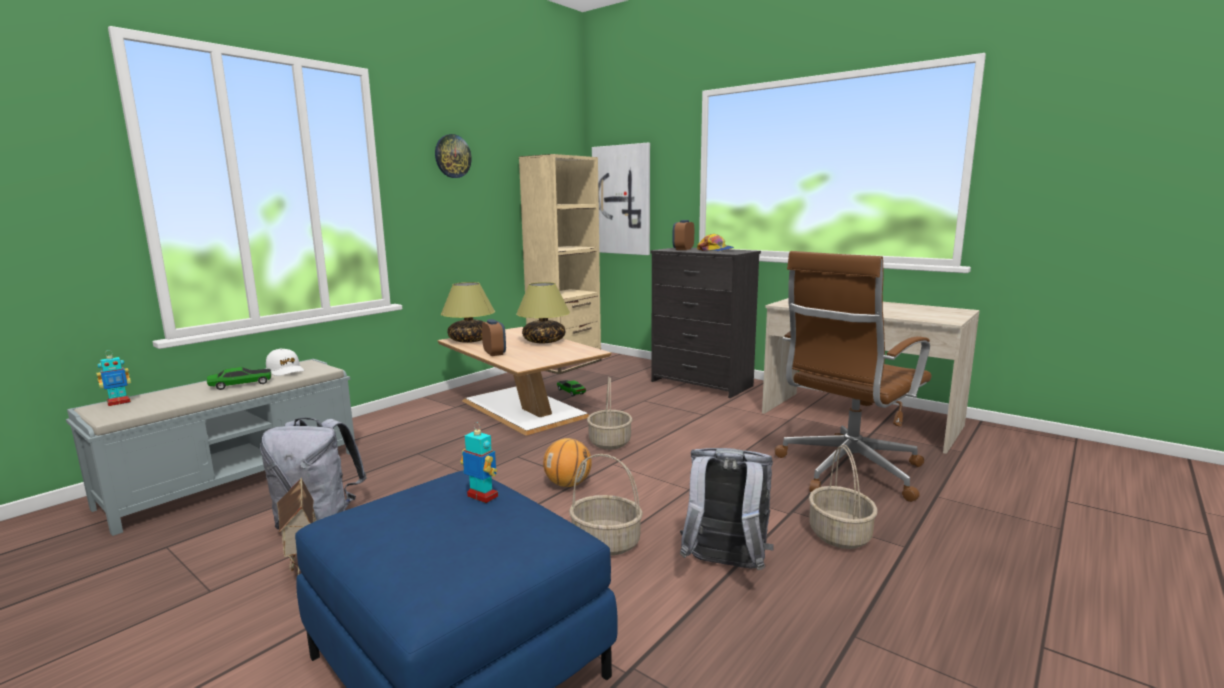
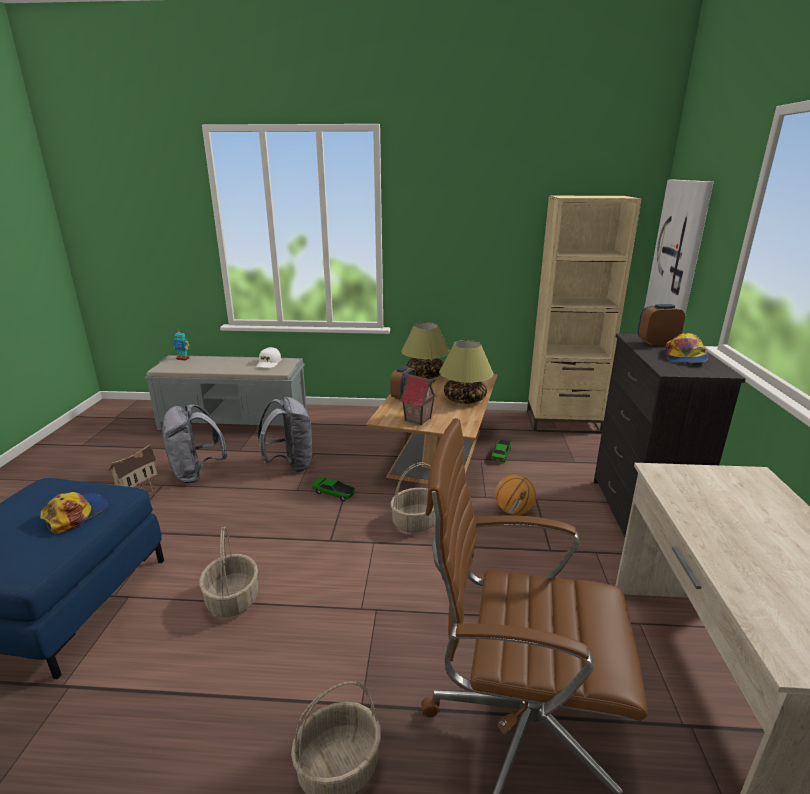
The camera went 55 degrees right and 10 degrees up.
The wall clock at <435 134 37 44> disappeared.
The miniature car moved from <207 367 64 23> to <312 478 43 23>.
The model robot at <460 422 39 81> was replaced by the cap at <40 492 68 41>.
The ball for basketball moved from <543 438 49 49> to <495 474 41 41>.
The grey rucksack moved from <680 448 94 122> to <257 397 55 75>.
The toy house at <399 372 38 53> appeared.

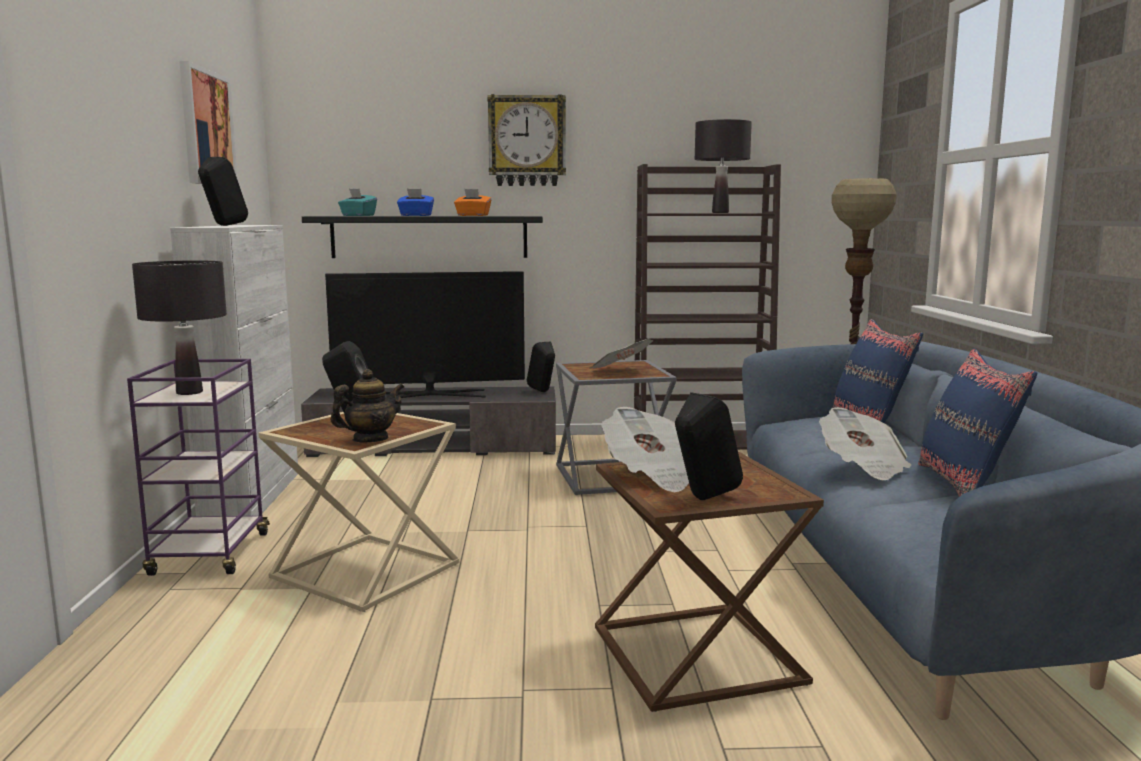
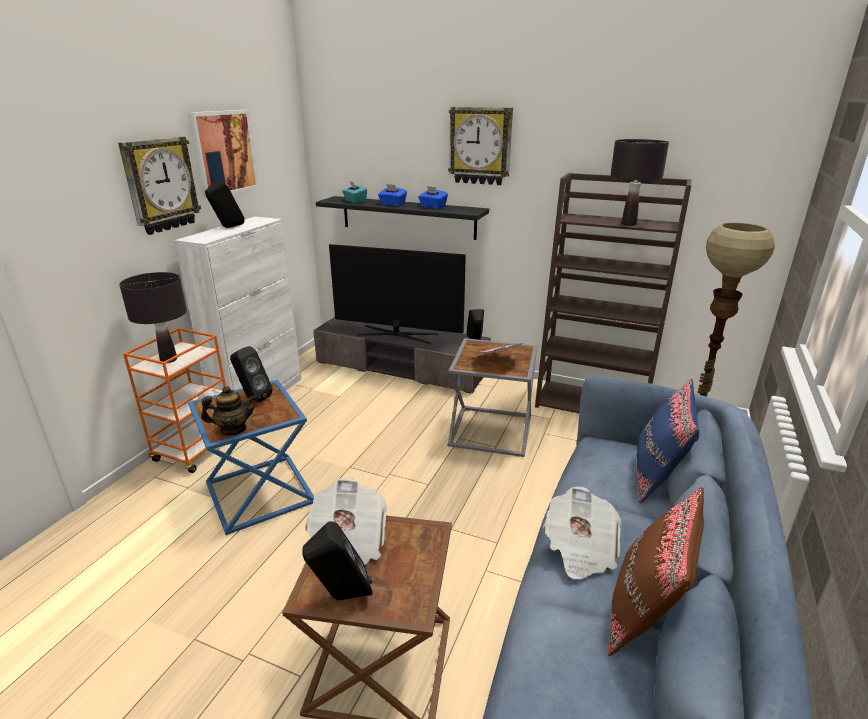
The camera went 25 degrees right and 15 degrees up.
The orange-coloured box of tissues at <454 189 37 27> became the blue-coloured box of tissues at <418 186 30 23>.
The blue-coloured pillow at <918 348 119 148> became the brown pillow at <608 487 96 169>.
The purple-coloured wheeled cart at <127 359 143 217> became the orange-coloured wheeled cart at <123 328 103 145>.
The beige accent table at <258 412 201 200> became the blue-coloured accent table at <188 380 126 155>.
The wall clock at <118 137 83 98> appeared.

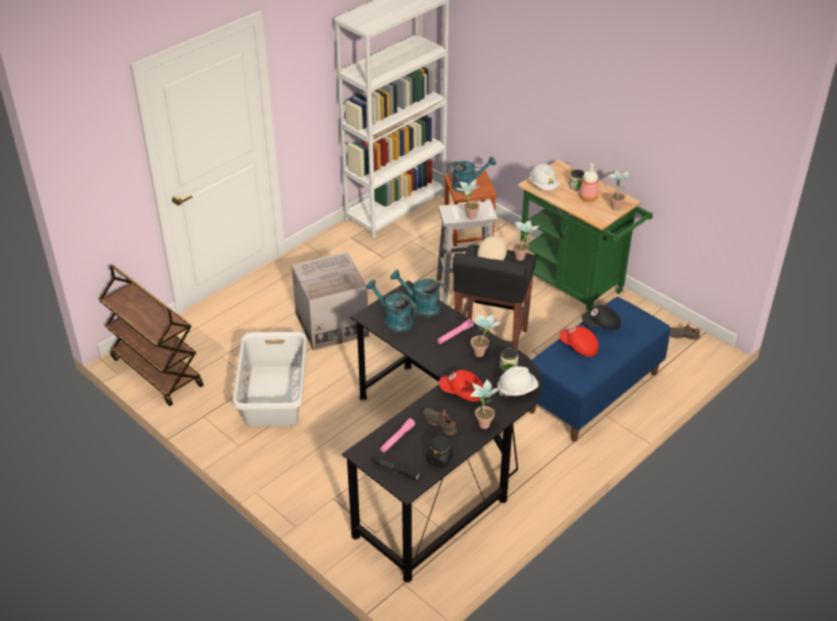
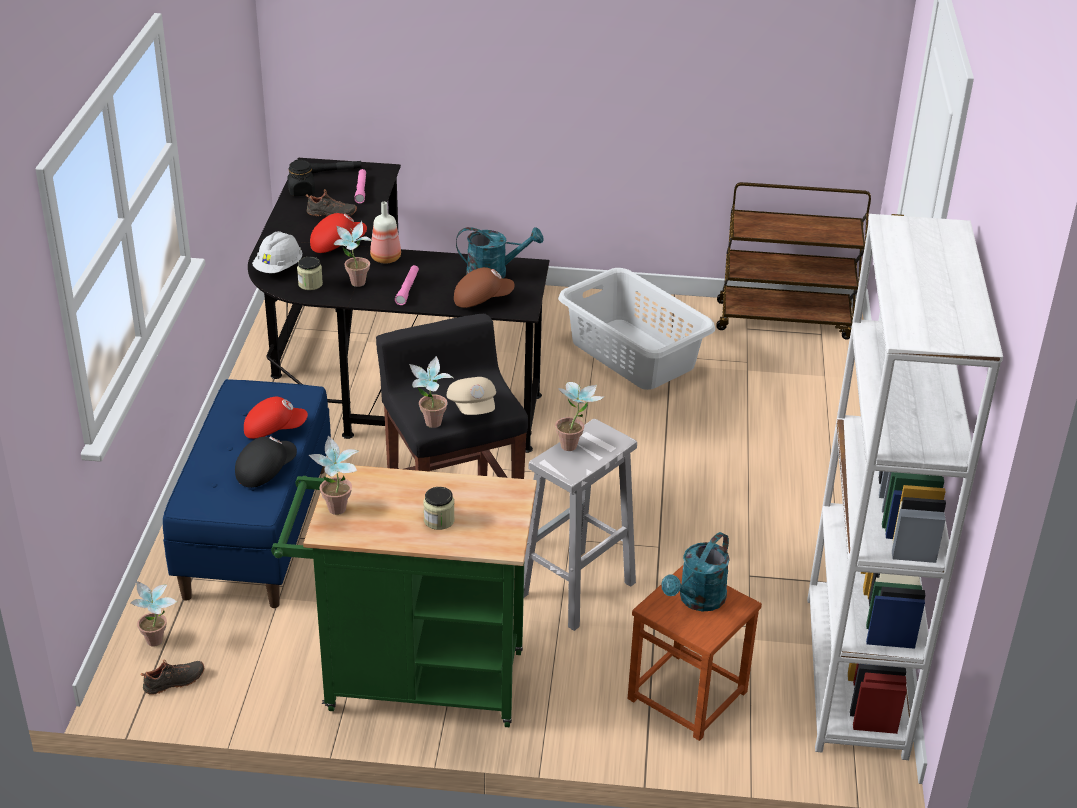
The camera went 140 degrees right and 5 degrees down.
The white-coloured work helmet at <529 163 30 27> disappeared.
The drink bottle moved from <579 163 20 39> to <370 202 31 62>.
The cardboard box at <291 251 78 100> disappeared.
The turquoise watering can at <390 270 57 48> was replaced by the brown cap at <454 267 61 41>.
The potted plant moved from <470 379 31 50> to <131 581 46 66>.

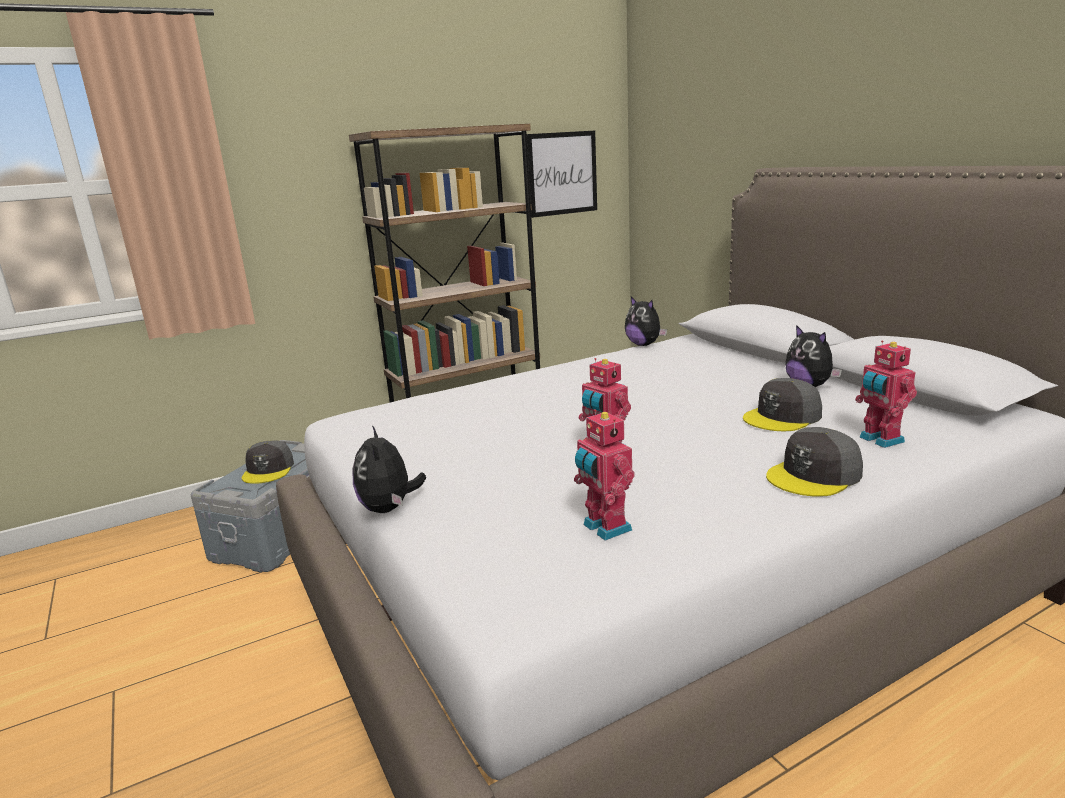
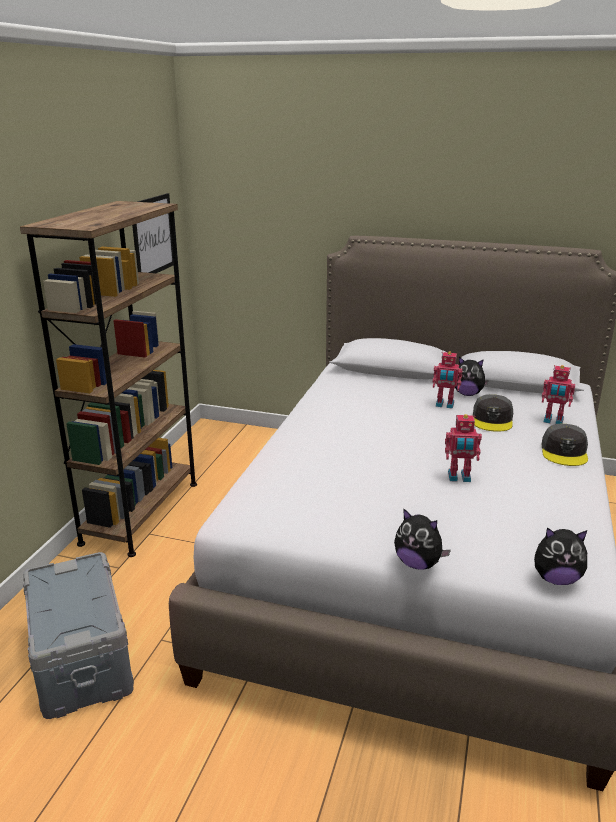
The camera went 45 degrees left and 5 degrees up.
The plush toy moved from <625 297 42 49> to <534 528 54 57>.
The model robot moved from <574 409 61 132> to <433 351 30 58>.
The grey cap at <242 441 52 43> disappeared.

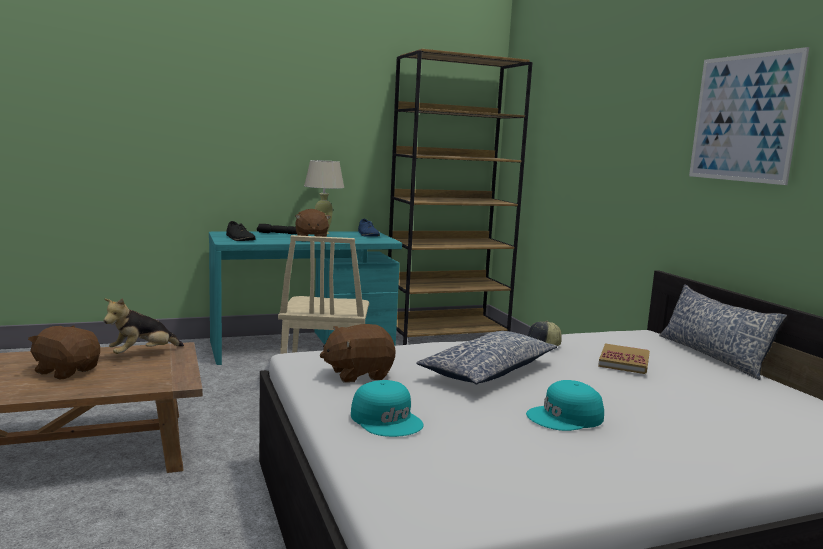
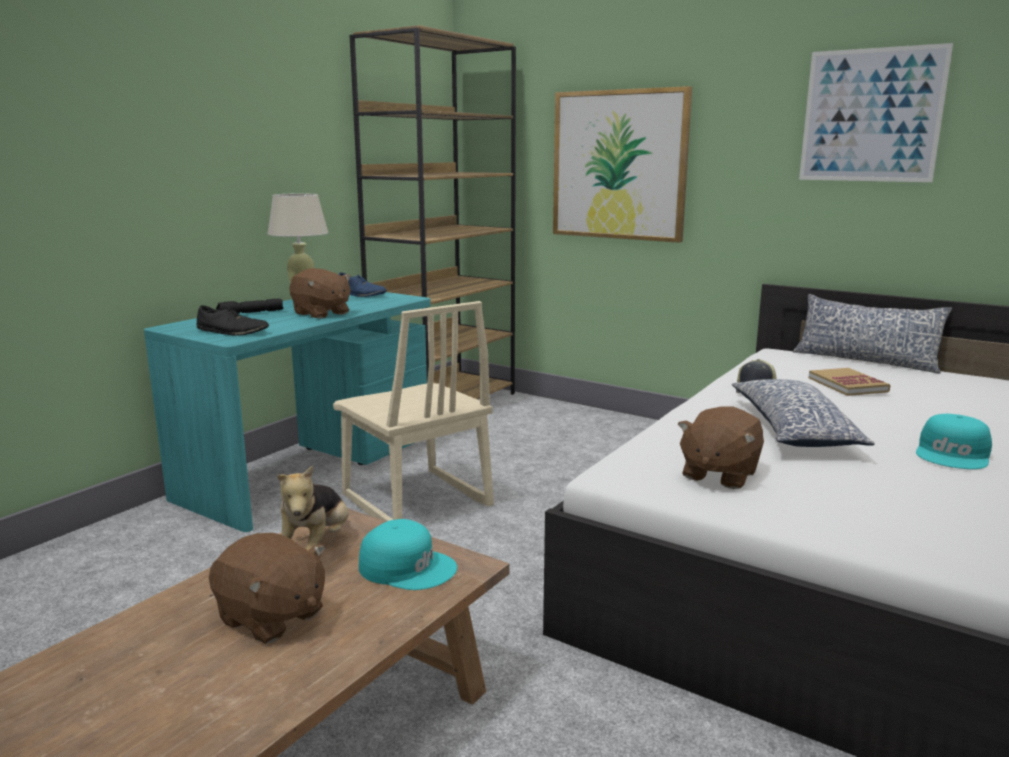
The camera went 35 degrees left and 5 degrees up.
The brown plush toy at <28 326 72 54> turned 135 degrees counterclockwise.
The turquoise cap moved from <351 380 73 57> to <359 519 98 71>.
The wall art at <553 86 139 157> appeared.

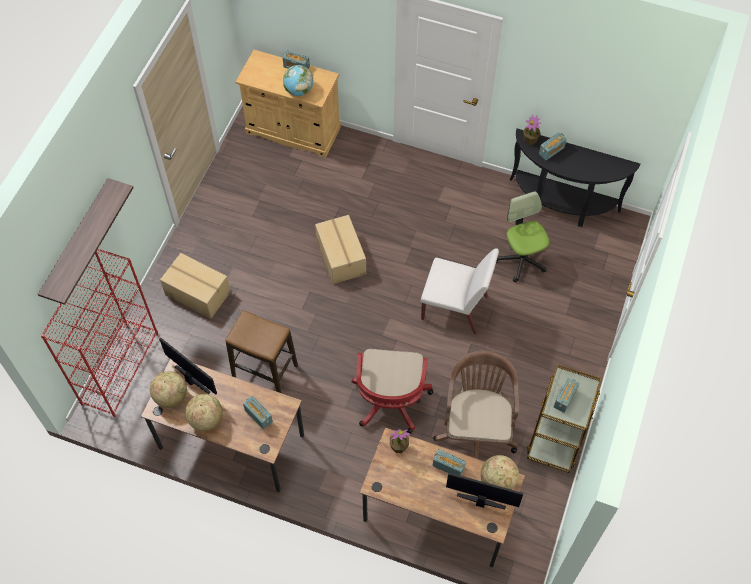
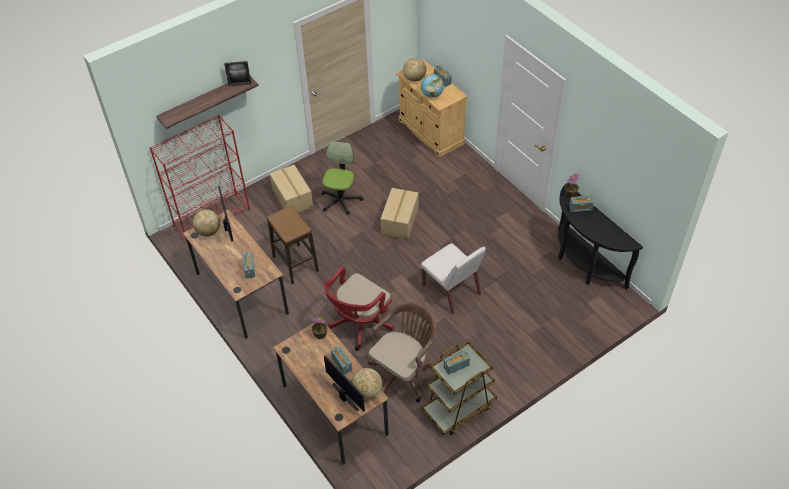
The camera went 35 degrees right and 10 degrees down.
The computer chair moved from <496 191 53 91> to <321 141 42 74>.
The globe moved from <185 394 38 37> to <403 58 23 24>.
The photo frame at <224 61 27 25> appeared.

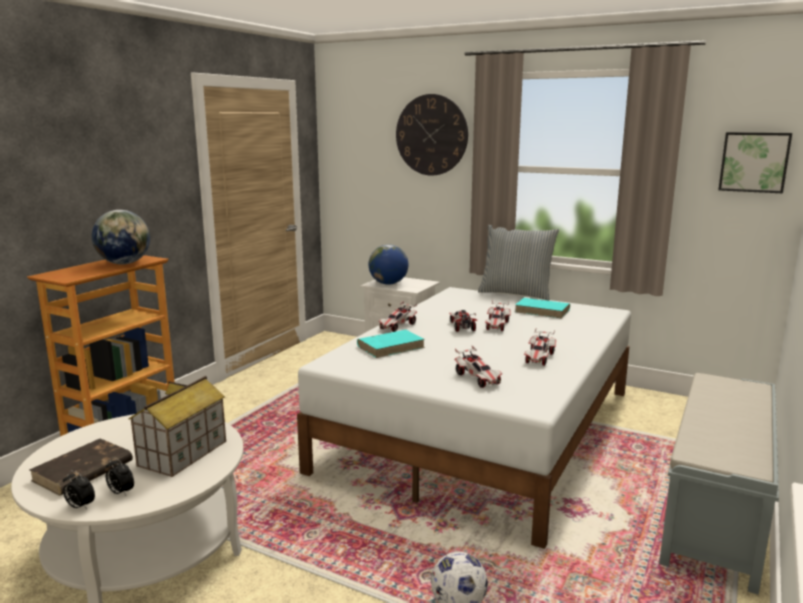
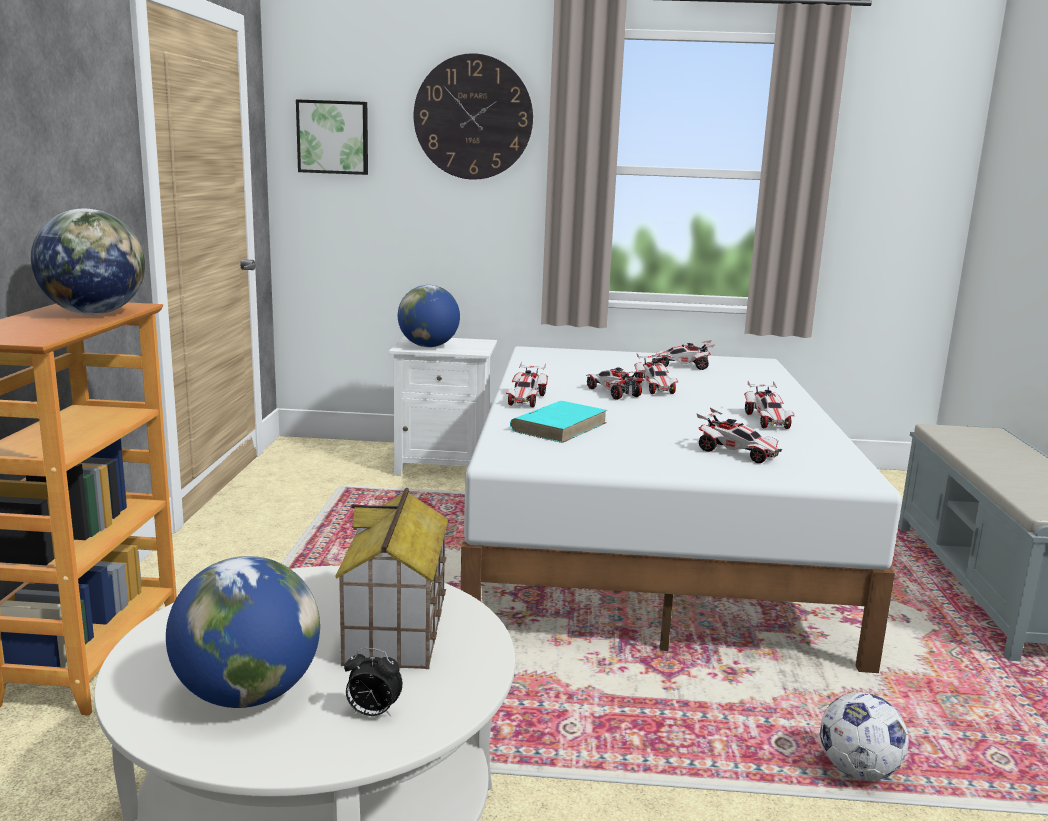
The camera went 25 degrees left and 0 degrees up.
The wall art moved from <718 132 74 61> to <296 99 72 76>.
The pillow at <478 225 81 76> disappeared.
The turquoise bound book at <515 298 55 20> was replaced by the miniature car at <652 340 62 30>.
The brown bound book at <29 438 104 58> was replaced by the globe at <166 556 154 152>.
The table clock at <63 471 32 39> disappeared.

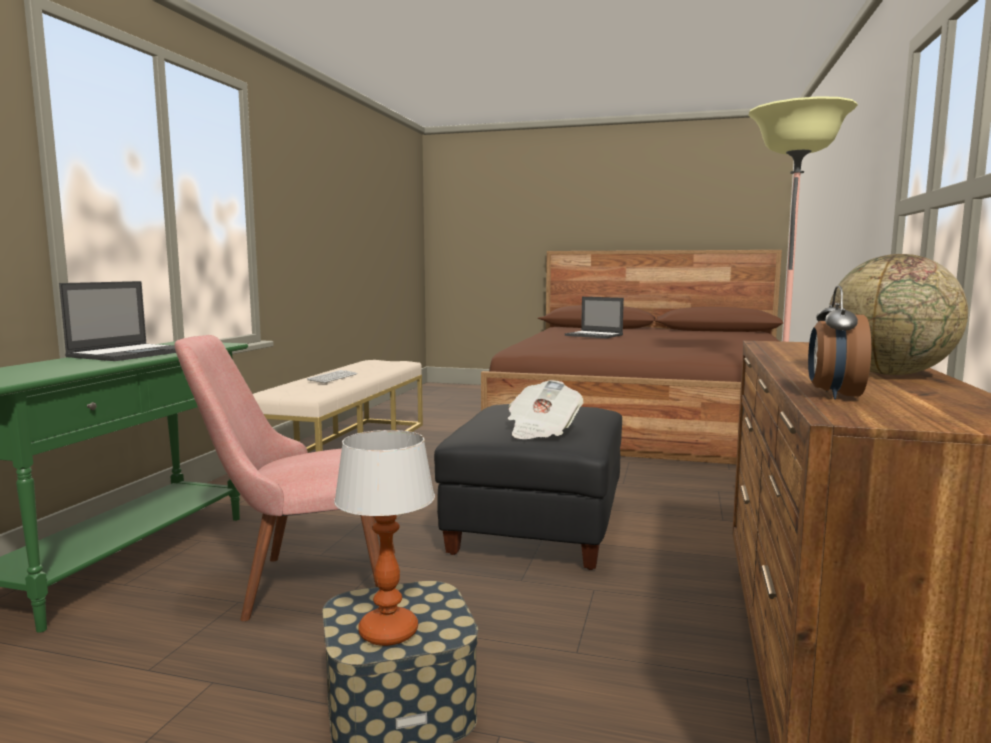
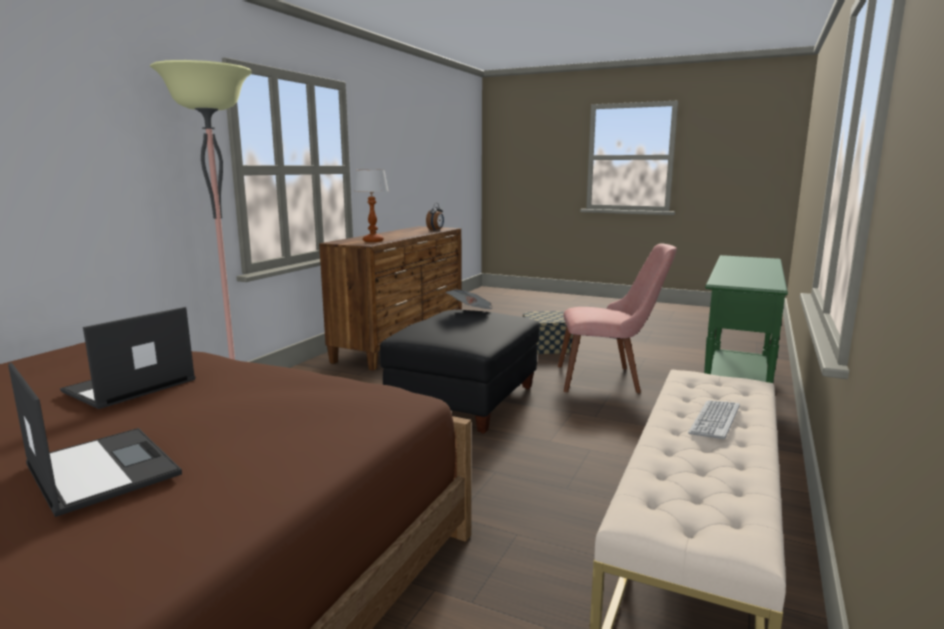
The camera went 170 degrees left and 5 degrees up.
The globe at <829 254 139 121> disappeared.
The portable computer moved from <59 281 117 80> to <60 307 135 102>.
The lamp for a table moved from <334 430 101 216> to <354 170 34 72>.

